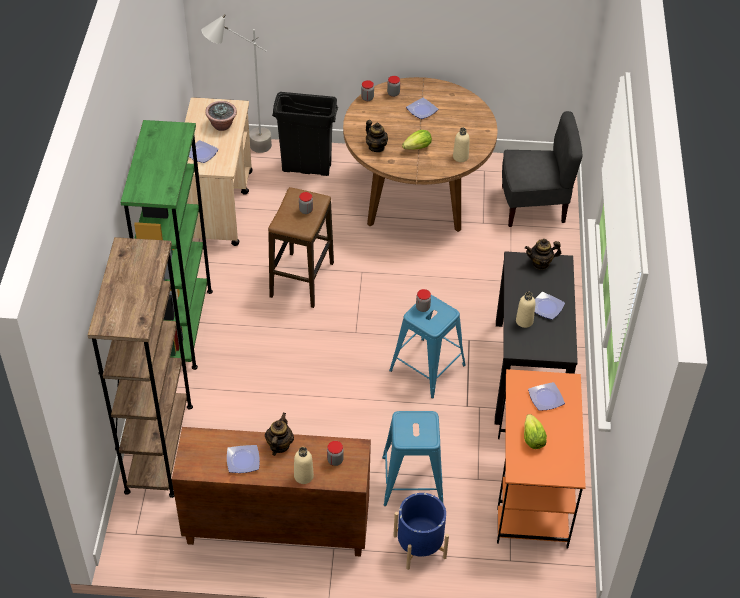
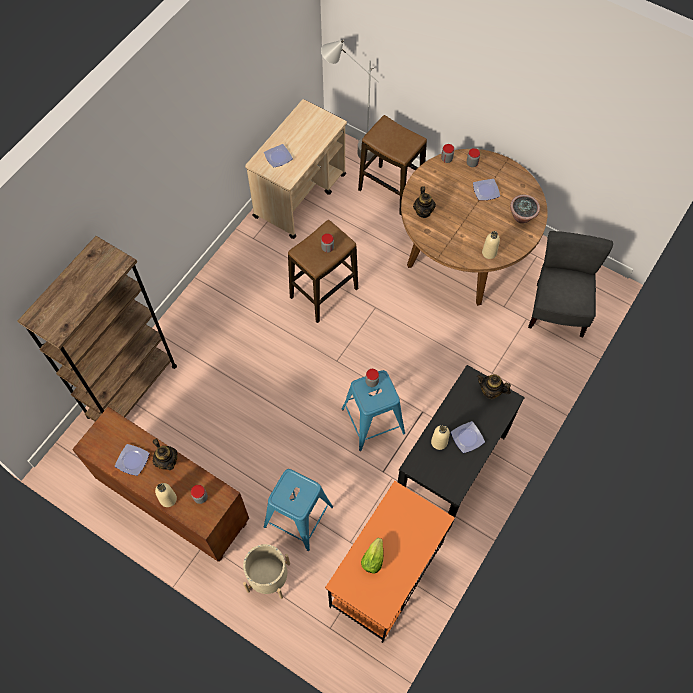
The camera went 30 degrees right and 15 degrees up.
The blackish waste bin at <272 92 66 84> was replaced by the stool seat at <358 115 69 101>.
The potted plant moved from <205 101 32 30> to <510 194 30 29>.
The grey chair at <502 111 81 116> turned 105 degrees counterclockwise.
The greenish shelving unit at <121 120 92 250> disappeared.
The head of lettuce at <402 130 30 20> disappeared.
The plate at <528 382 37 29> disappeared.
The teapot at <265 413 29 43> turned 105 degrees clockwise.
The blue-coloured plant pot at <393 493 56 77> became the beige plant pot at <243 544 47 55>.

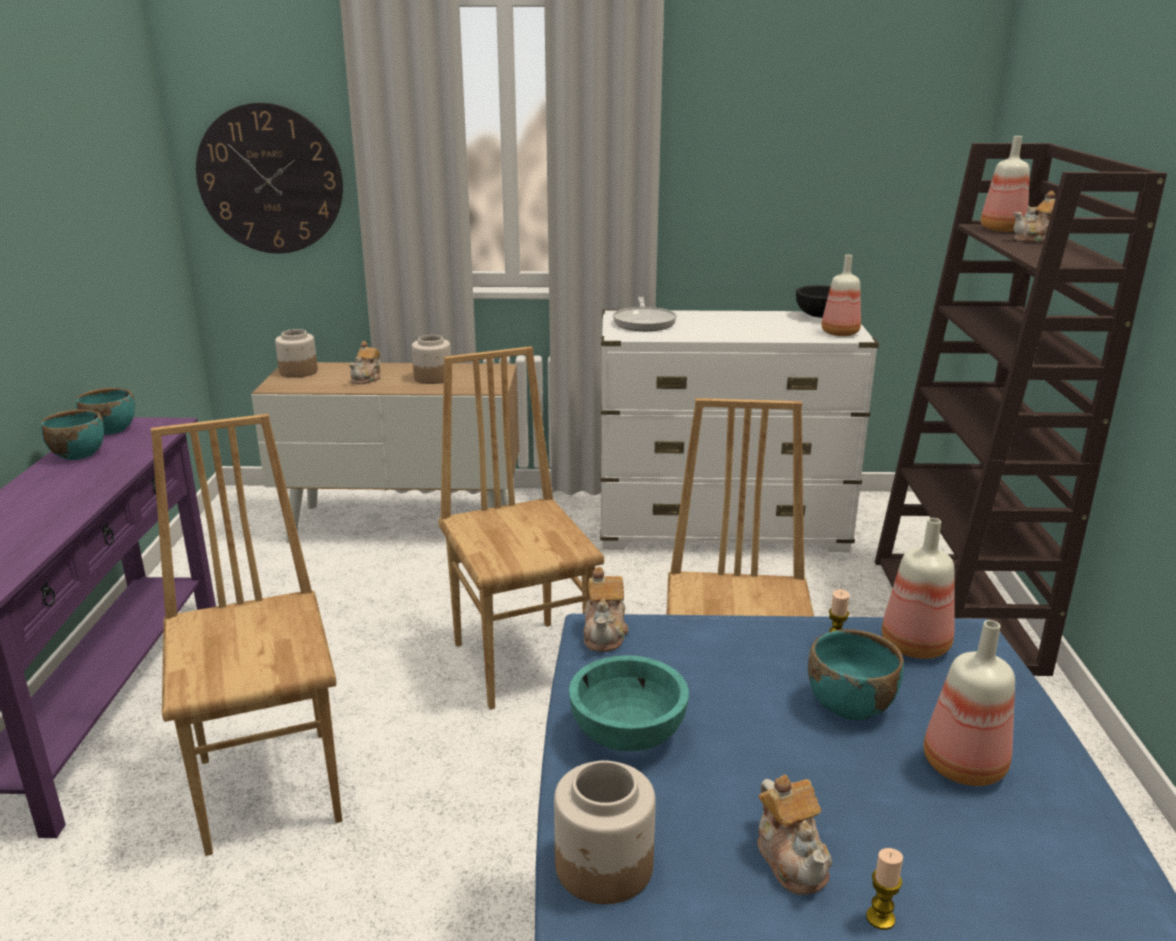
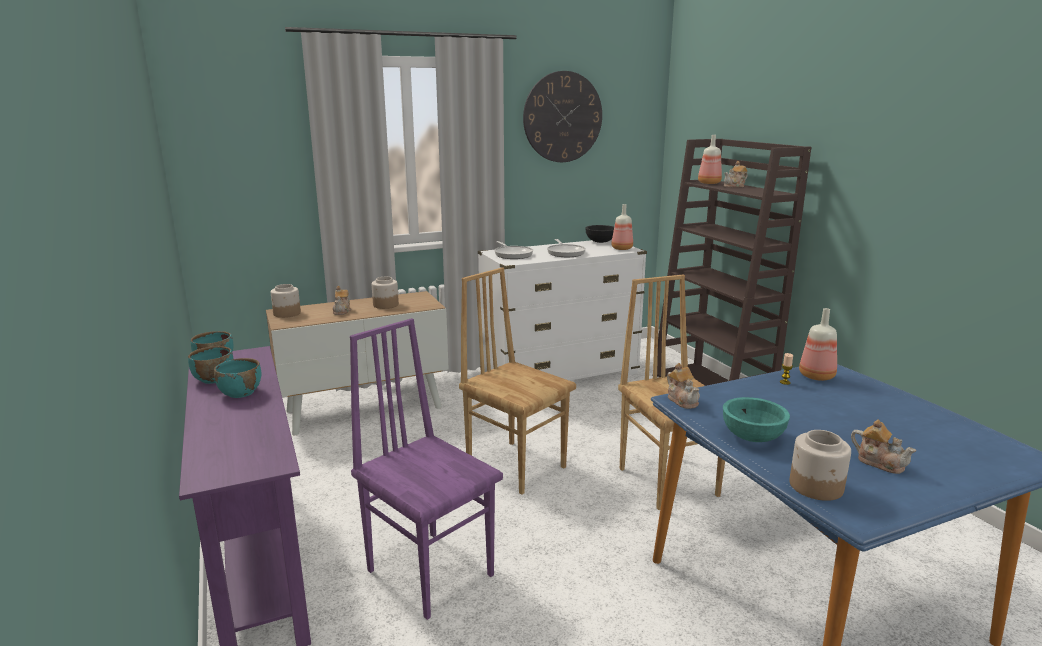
The camera went 25 degrees left and 5 degrees down.
The wall clock moved from <196 103 147 150> to <523 71 79 91>.
The brown chair at <151 414 191 442> became the purple-coloured chair at <350 318 153 302>.
The drink bottle at <924 620 91 166> disappeared.
The turquoise deep dish moved from <808 629 96 91> to <214 358 48 40>.
The wax light at <866 848 37 82> disappeared.
The skillet at <547 239 39 18> appeared.

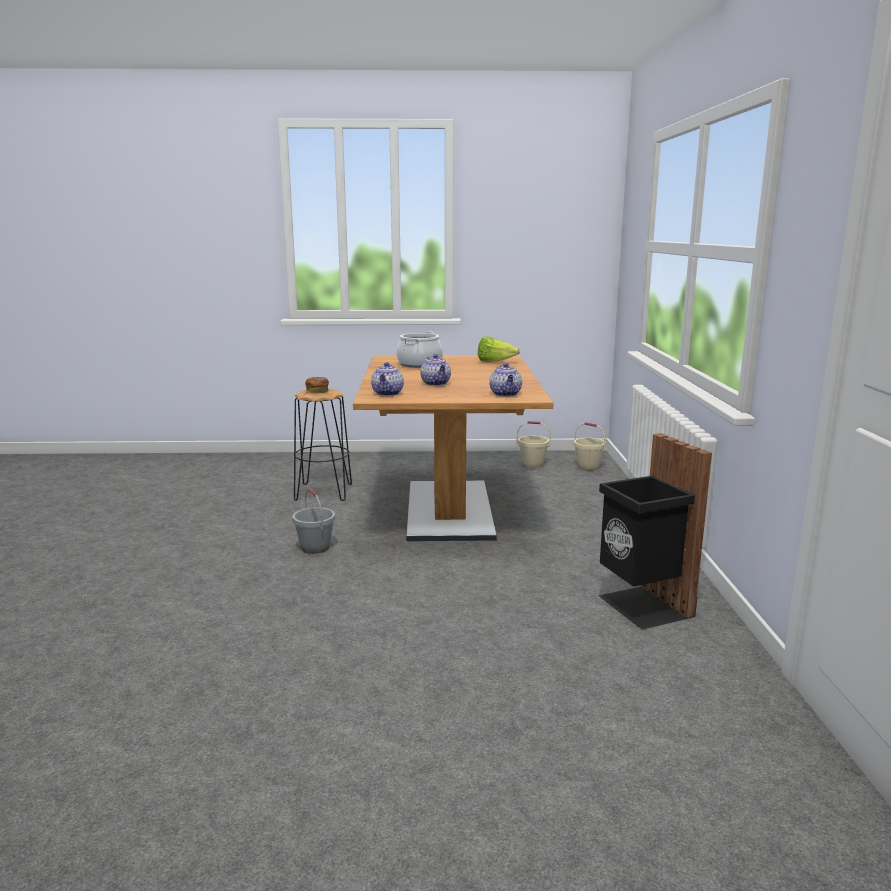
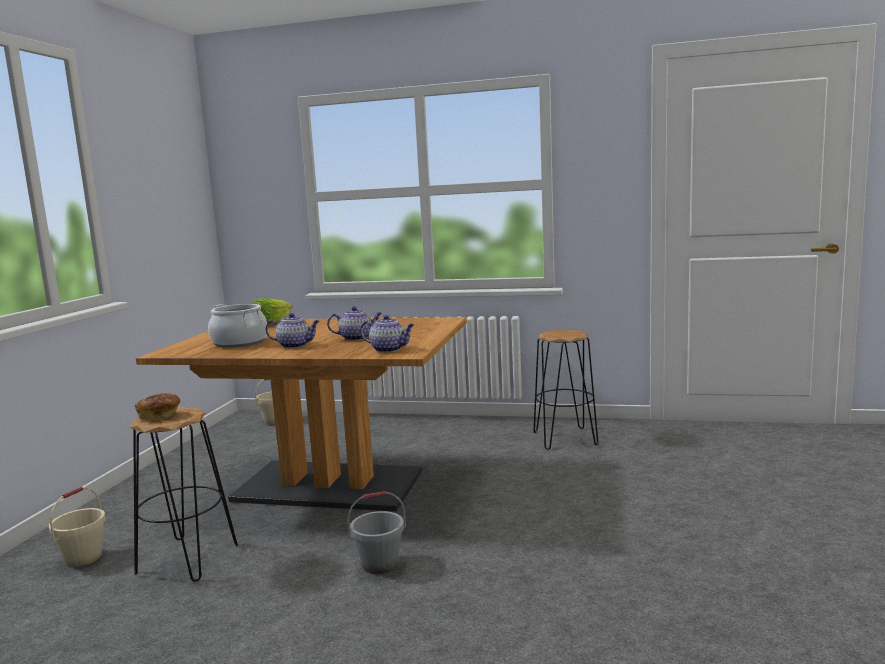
The camera went 75 degrees left and 5 degrees down.
The teapot moved from <489 363 33 34> to <266 313 54 35>.
The beige bucket moved from <516 421 35 47> to <49 487 57 80>.
The blackish waste bin at <599 433 113 197> was replaced by the blackish stool seat at <533 329 65 121>.

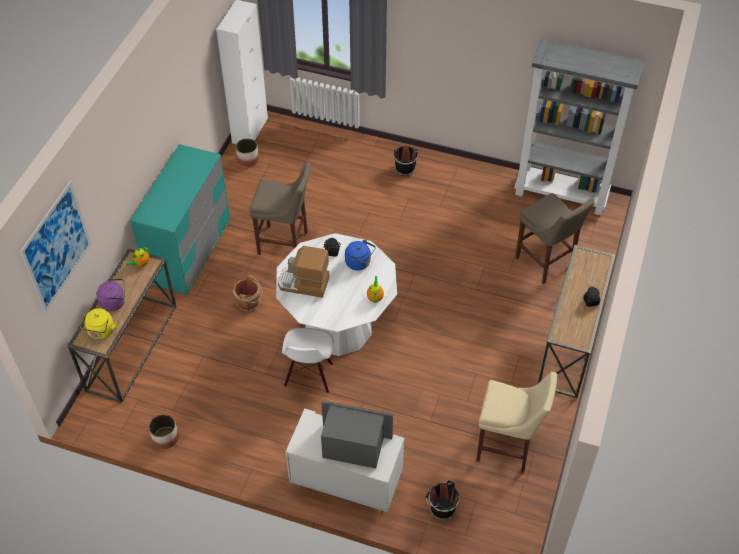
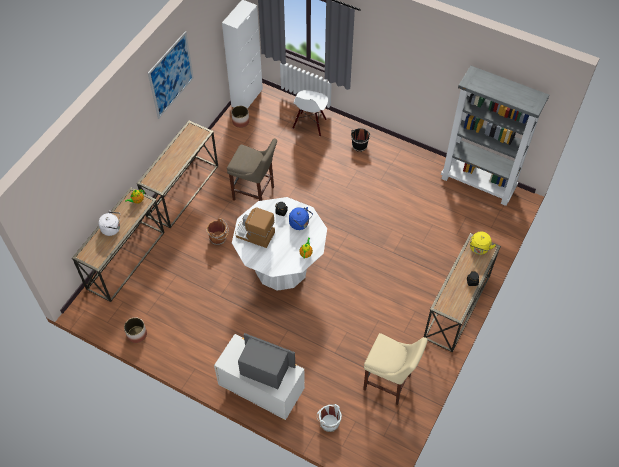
The camera went 10 degrees right and 5 degrees up.
The turquoise drawer chest at <130 144 100 152> was replaced by the hall table at <136 121 82 107>.
The wall art moved from <20 181 71 132> to <148 31 46 88>.
The beige stool seat at <515 193 80 91> disappeared.
The purple-coloured water kettle at <96 278 29 34> became the white-coloured water kettle at <98 210 22 26>.
The yellow water kettle moved from <80 308 37 31> to <470 231 26 24>.
The white-coloured chair moved from <282 328 52 65> to <292 90 36 46>.
The blackish bucket at <425 480 34 40> became the white-coloured bucket at <317 404 25 28>.

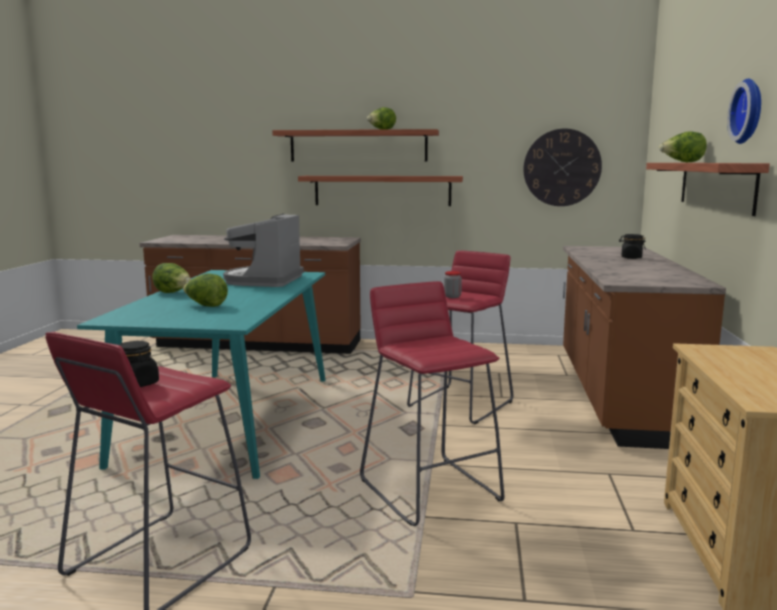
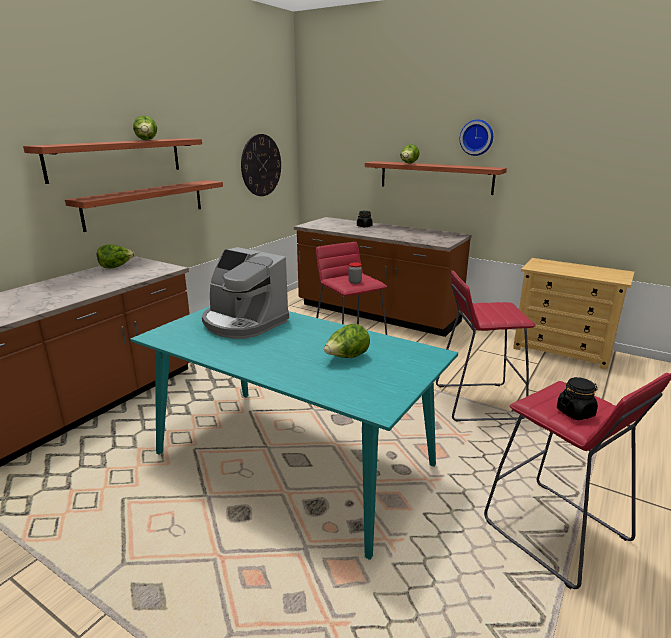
The camera went 65 degrees left and 10 degrees up.
The head of lettuce moved from <152 263 39 30> to <97 244 38 25>.

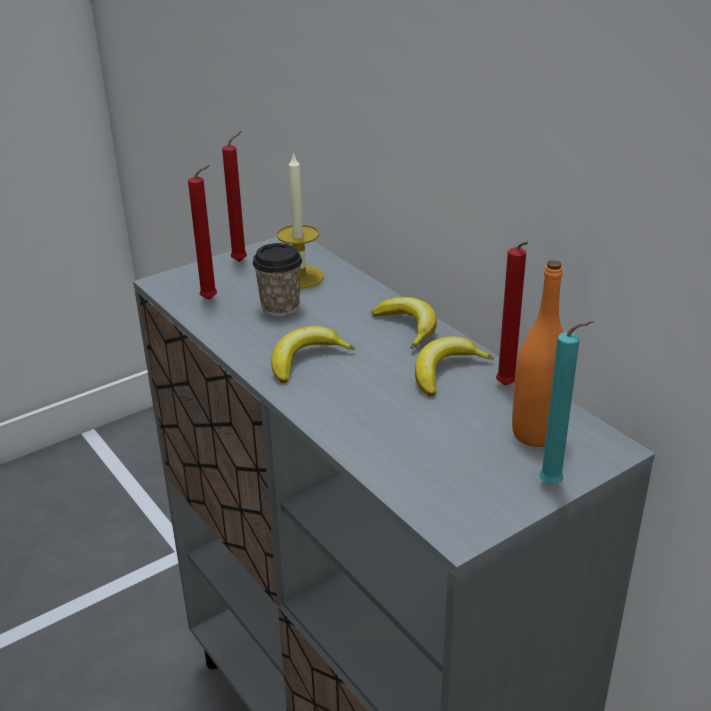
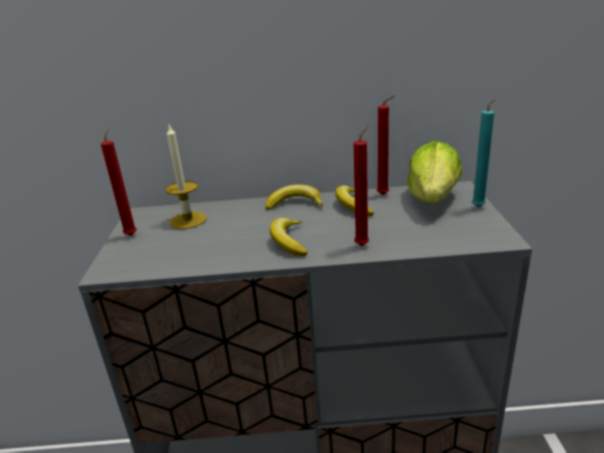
The camera went 55 degrees left and 5 degrees down.
The red-coloured wax light moved from <188 165 29 134> to <354 126 15 120>.
The drinking cup at <253 243 49 73> disappeared.
The orange-coloured drink bottle at <512 260 52 187> was replaced by the head of lettuce at <408 141 54 63>.

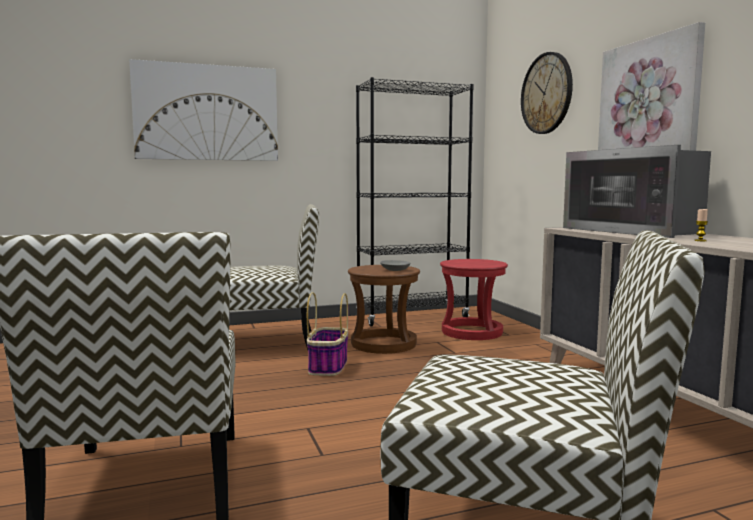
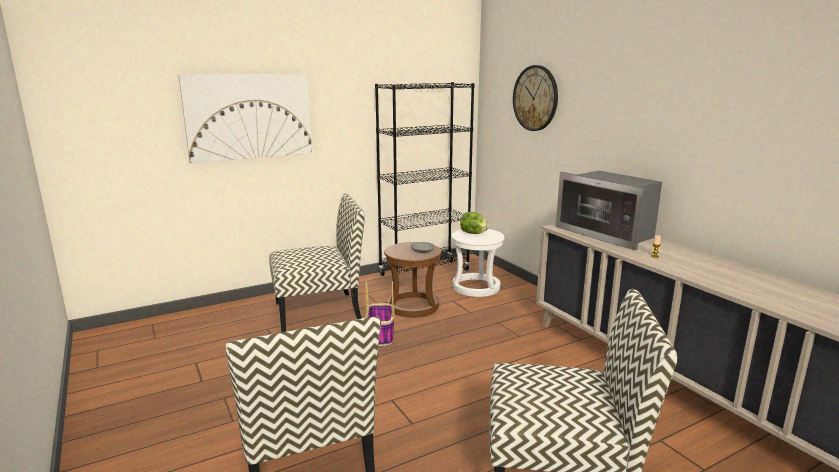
The camera went 10 degrees left and 10 degrees up.
The wall art at <598 22 107 129> disappeared.
The red-coloured stool seat at <440 259 68 81> became the white-coloured stool seat at <452 229 53 68>.
The head of lettuce at <460 212 29 22> appeared.

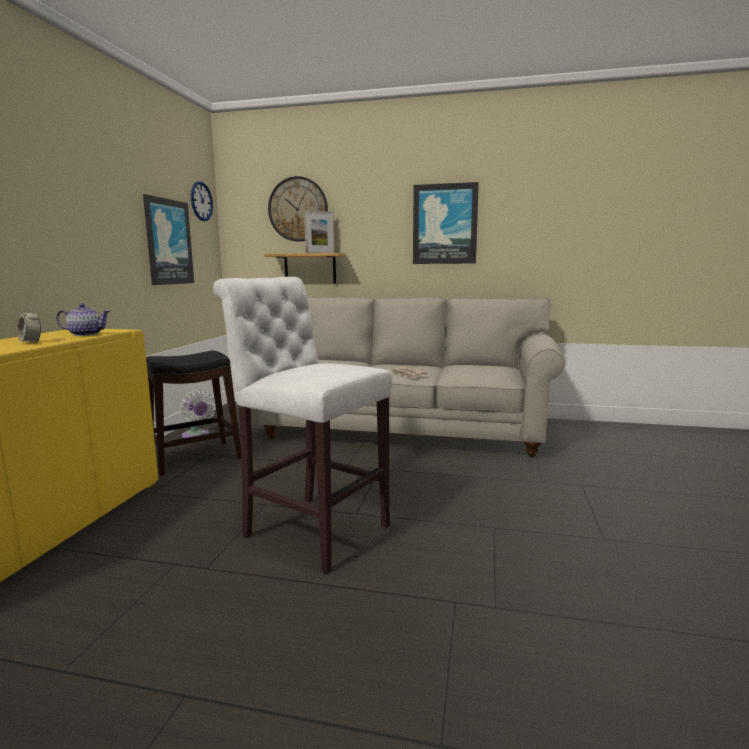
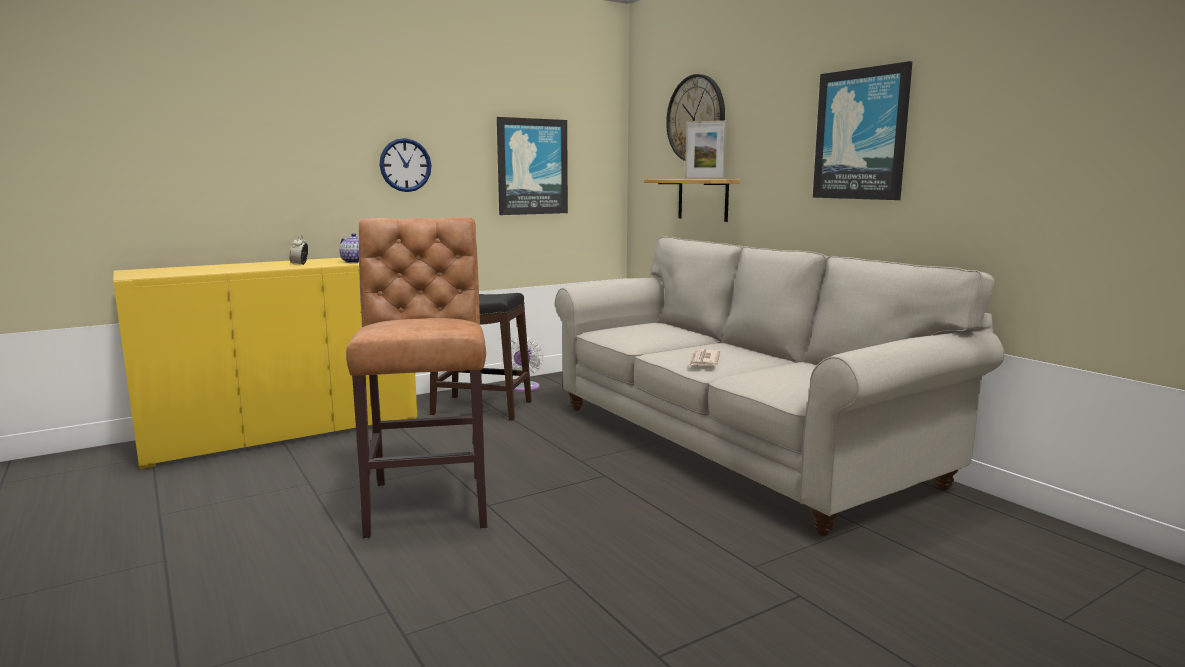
The camera went 45 degrees right and 0 degrees up.
The wall clock moved from <191 181 22 40> to <379 138 52 54>.
The white-coloured stool seat at <213 277 179 297> became the brown stool seat at <346 217 141 321>.

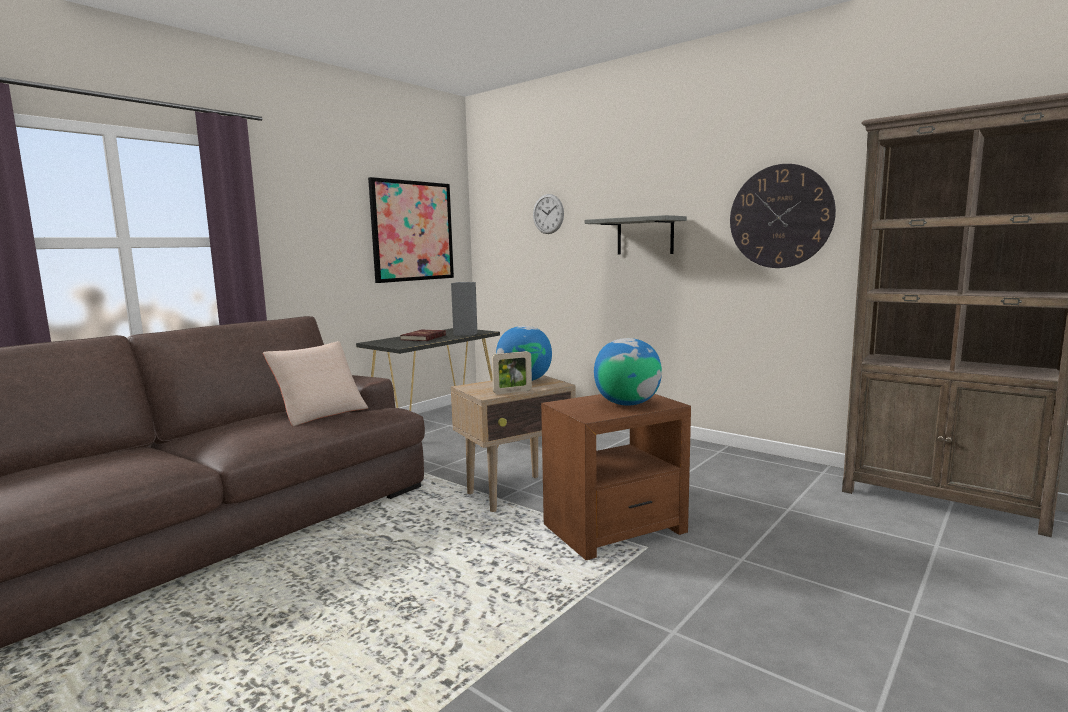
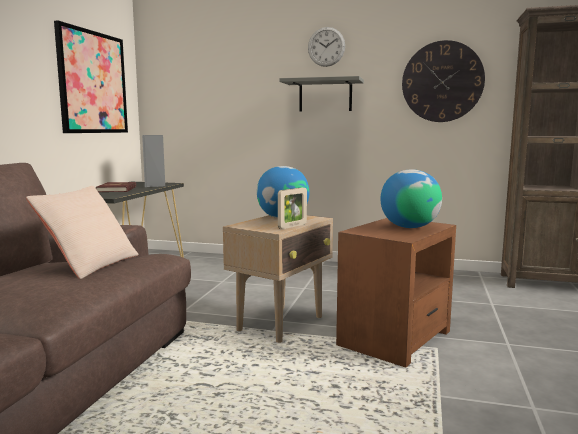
The camera went 25 degrees left and 0 degrees up.
The wall clock moved from <533 194 31 40> to <308 27 37 40>.

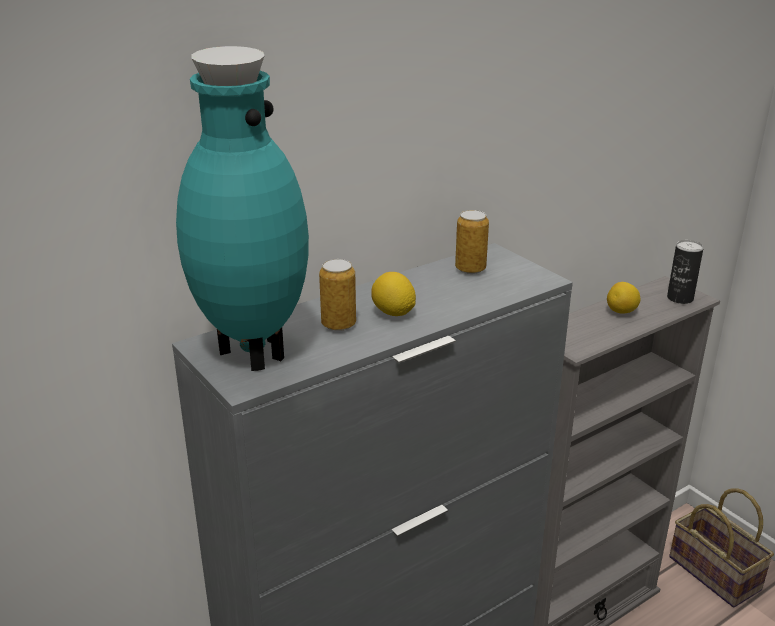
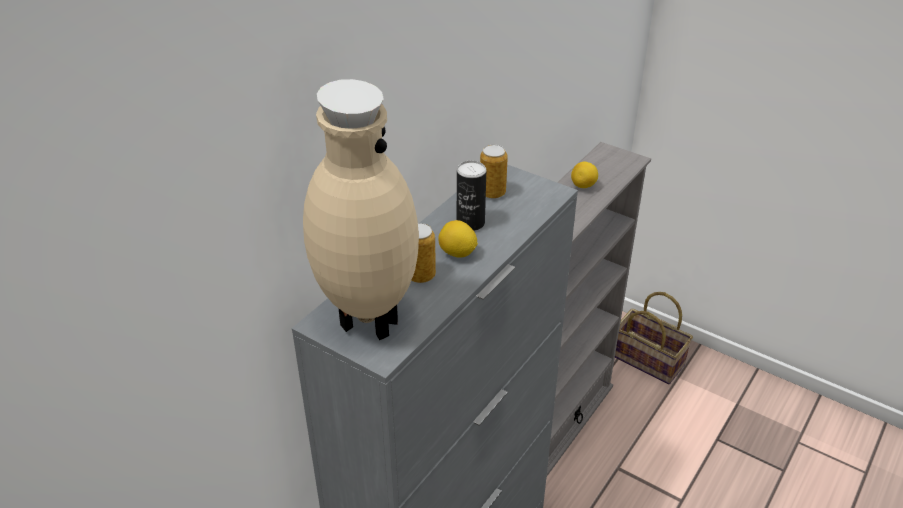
The camera went 20 degrees left and 10 degrees up.
The turquoise vase at <176 46 133 325> became the beige vase at <303 79 116 261>.
The sealed can moved from <667 240 37 64> to <457 161 29 70>.

